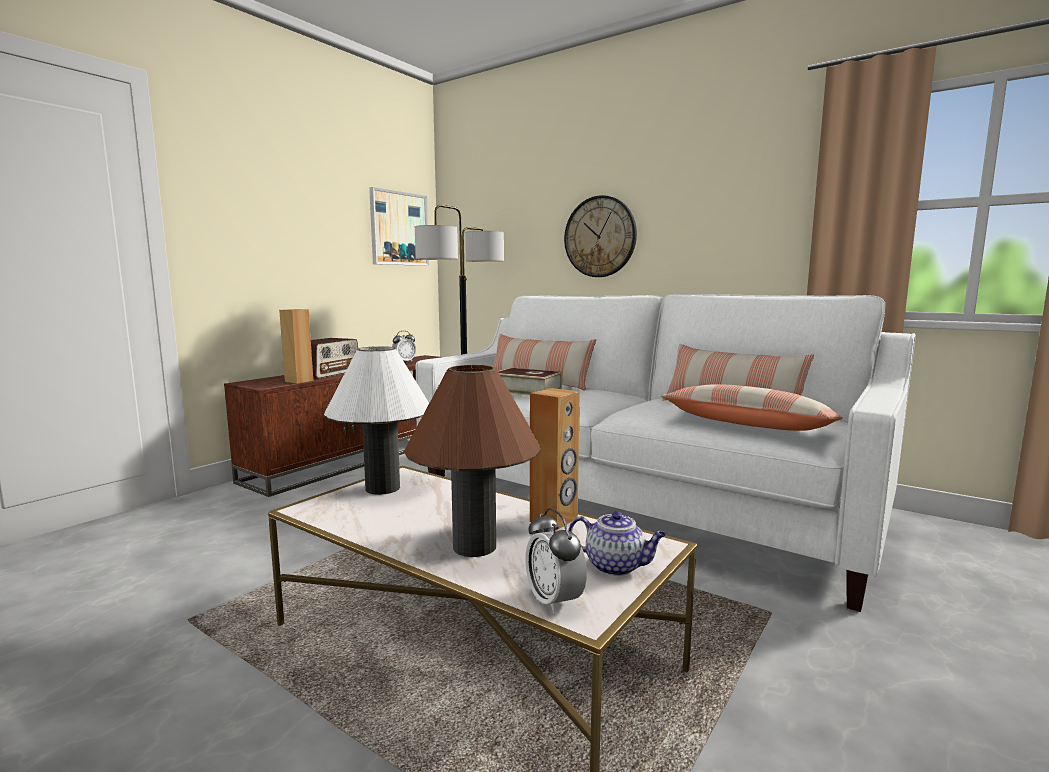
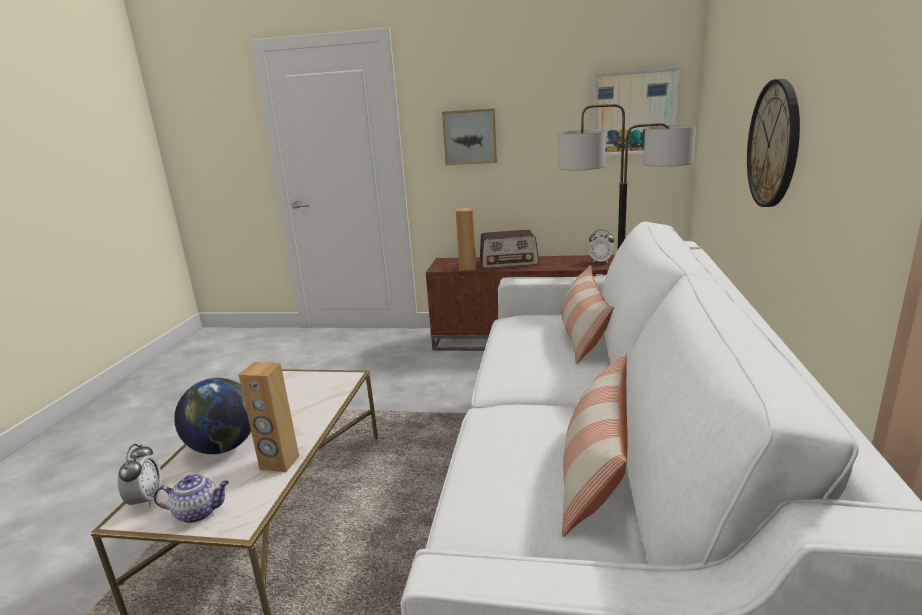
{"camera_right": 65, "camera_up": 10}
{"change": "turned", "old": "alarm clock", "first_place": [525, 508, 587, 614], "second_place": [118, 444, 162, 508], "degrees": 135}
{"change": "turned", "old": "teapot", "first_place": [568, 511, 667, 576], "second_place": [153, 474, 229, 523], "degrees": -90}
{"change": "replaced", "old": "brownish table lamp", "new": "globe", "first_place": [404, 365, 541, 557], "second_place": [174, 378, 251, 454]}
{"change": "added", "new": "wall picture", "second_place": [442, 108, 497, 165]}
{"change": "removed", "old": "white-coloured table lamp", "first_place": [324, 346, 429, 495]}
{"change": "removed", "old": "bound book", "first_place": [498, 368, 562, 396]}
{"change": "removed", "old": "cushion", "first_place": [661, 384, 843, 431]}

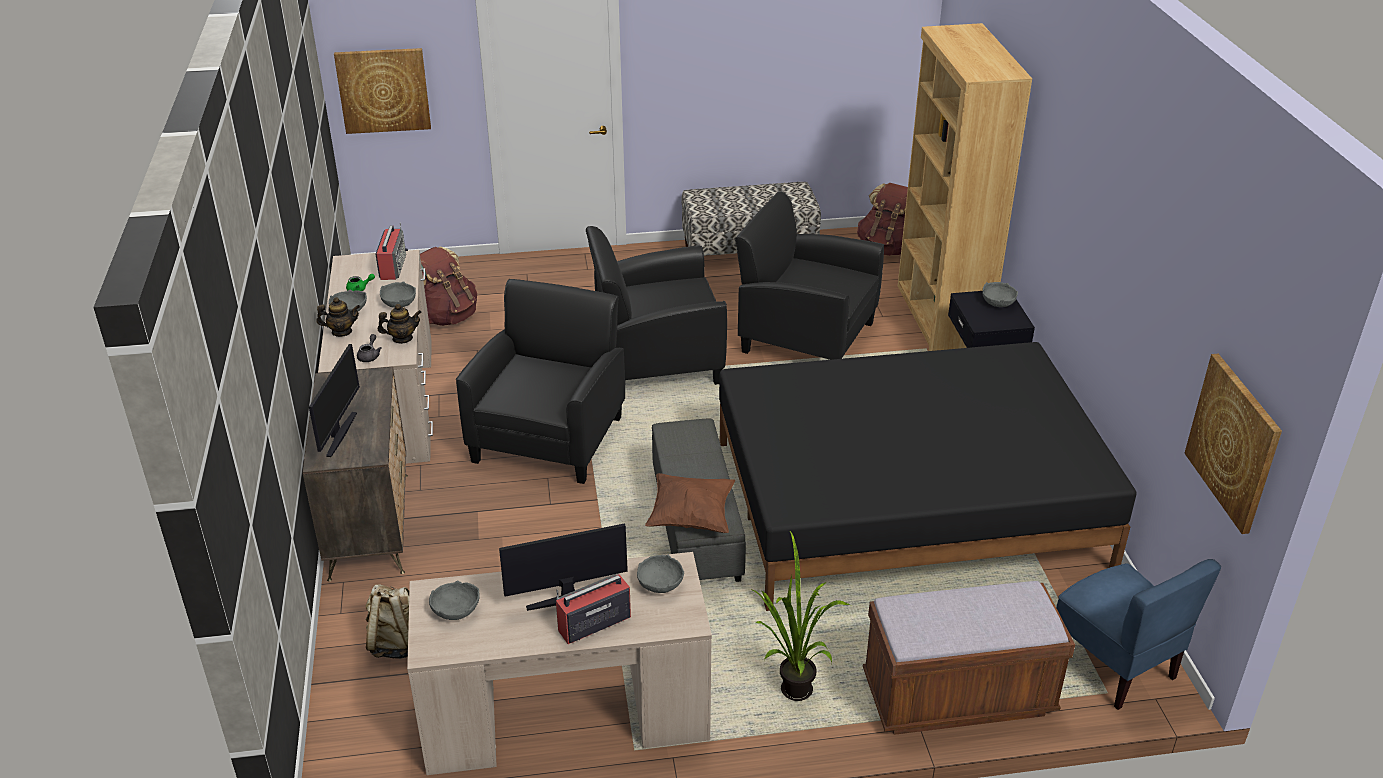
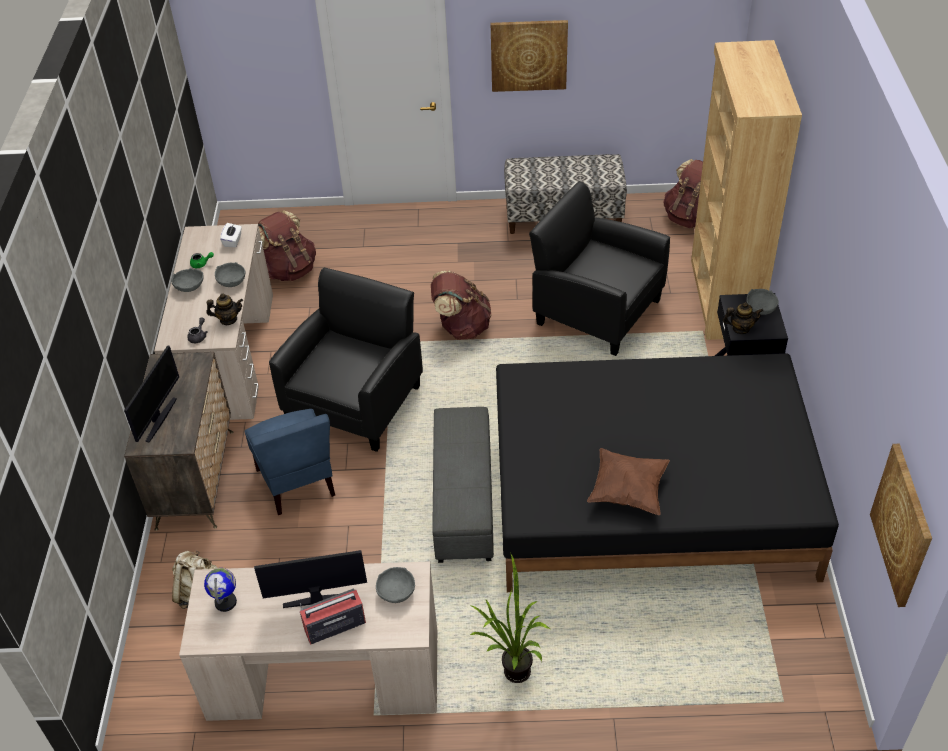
{"camera_right": 10, "camera_up": 10}
{"change": "replaced", "old": "gray bowl", "new": "globe", "first_place": [429, 581, 480, 620], "second_place": [204, 568, 237, 612]}
{"change": "replaced", "old": "radio set", "new": "white-coloured tissue box", "first_place": [375, 223, 408, 280], "second_place": [220, 223, 242, 247]}
{"change": "moved", "old": "blue-coloured upright chair", "first_place": [1056, 559, 1221, 710], "second_place": [244, 409, 335, 515]}
{"change": "replaced", "old": "blackish easy chair", "new": "brownish knapsack", "first_place": [586, 226, 727, 385], "second_place": [431, 271, 491, 340]}
{"change": "moved", "old": "wall picture", "first_place": [334, 48, 431, 134], "second_place": [491, 20, 568, 92]}
{"change": "moved", "old": "brownish cushion", "first_place": [645, 473, 735, 533], "second_place": [587, 448, 670, 515]}
{"change": "moved", "old": "teapot", "first_place": [316, 297, 360, 337], "second_place": [723, 302, 763, 334]}
{"change": "removed", "old": "brownish bench", "first_place": [863, 581, 1075, 735]}

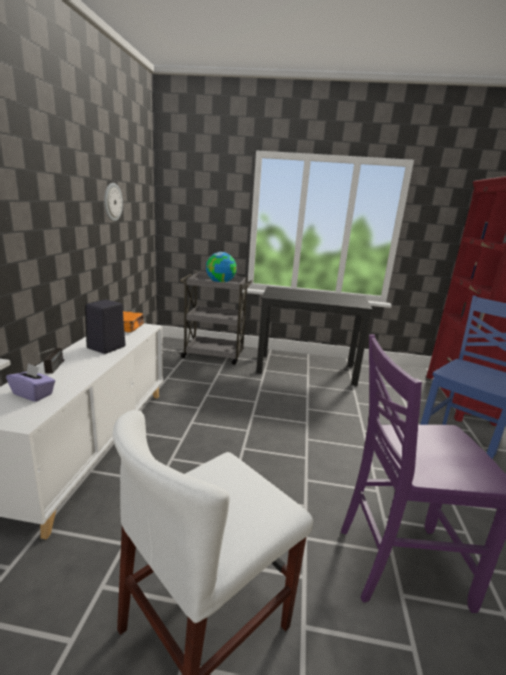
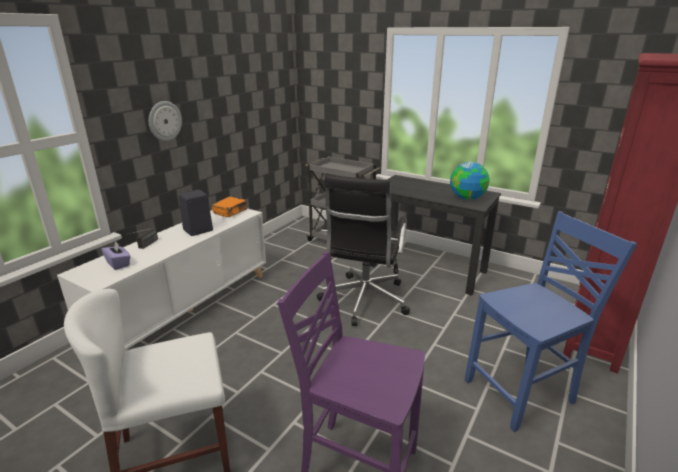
{"camera_right": 25, "camera_up": 5}
{"change": "moved", "old": "wall clock", "first_place": [104, 183, 123, 221], "second_place": [149, 101, 182, 141]}
{"change": "added", "new": "blackish office chair", "second_place": [317, 175, 410, 326]}
{"change": "moved", "old": "globe", "first_place": [206, 252, 237, 282], "second_place": [450, 162, 490, 200]}

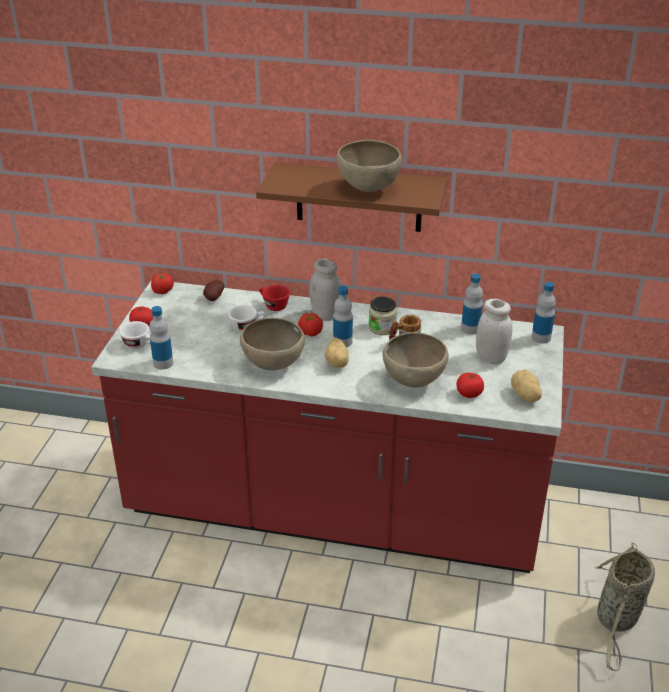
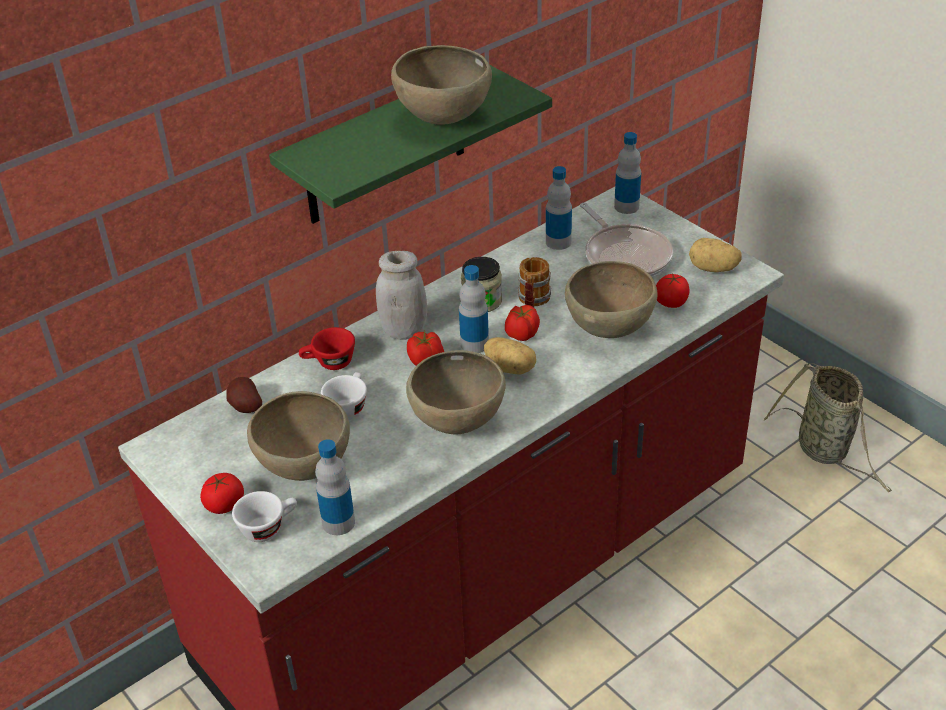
{"camera_right": -50, "camera_up": 5}
{"change": "added", "new": "brownish bowl", "second_place": [247, 391, 350, 481]}
{"change": "recoloured", "old": "brownish shelf", "new": "greenish shelf", "first_place": [256, 162, 447, 232], "second_place": [269, 65, 552, 224]}
{"change": "moved", "old": "fresh tomato", "first_place": [151, 272, 174, 294], "second_place": [505, 305, 540, 341]}
{"change": "replaced", "old": "white-coloured storage jar", "new": "frying pan", "first_place": [476, 299, 513, 364], "second_place": [580, 203, 673, 277]}

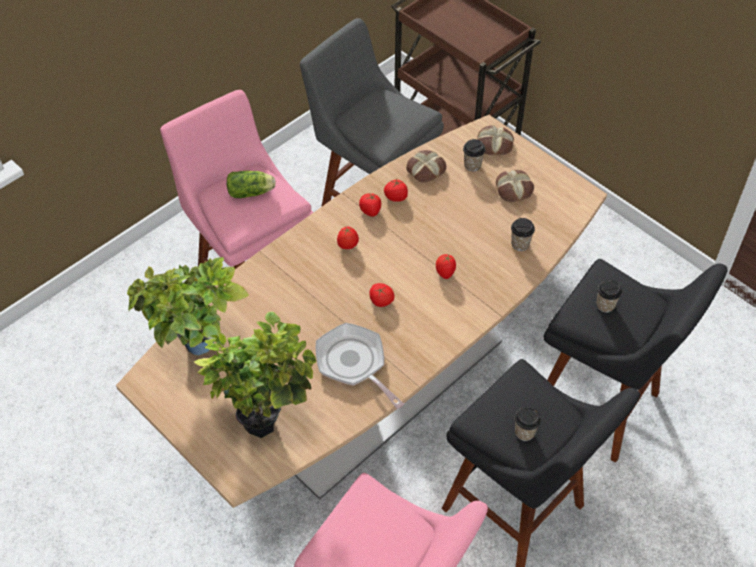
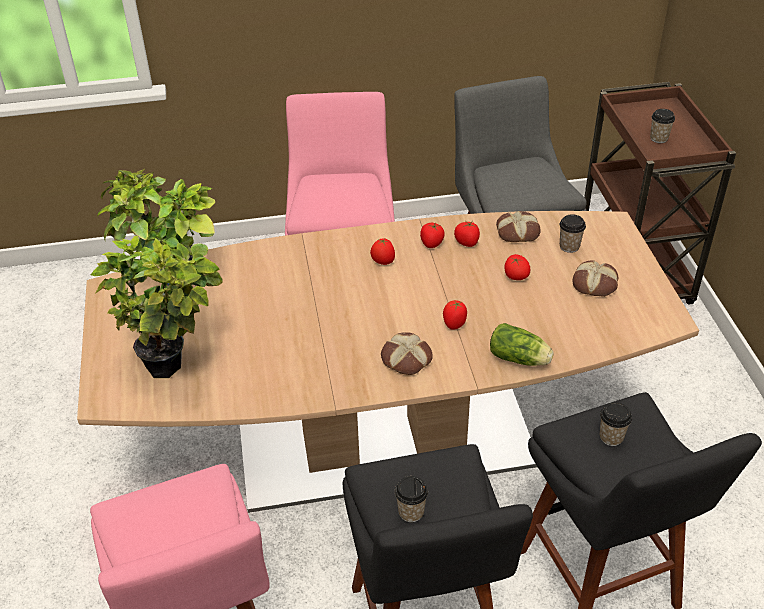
{"camera_right": 35, "camera_up": -10}
{"change": "moved", "old": "bread", "first_place": [478, 125, 514, 155], "second_place": [381, 332, 433, 375]}
{"change": "moved", "old": "head of lettuce", "first_place": [227, 171, 276, 198], "second_place": [490, 323, 554, 366]}
{"change": "moved", "old": "fresh tomato", "first_place": [369, 283, 395, 307], "second_place": [504, 254, 530, 280]}
{"change": "moved", "old": "small cup", "first_place": [511, 218, 535, 251], "second_place": [650, 109, 675, 143]}
{"change": "removed", "old": "frying pan", "first_place": [316, 323, 404, 409]}

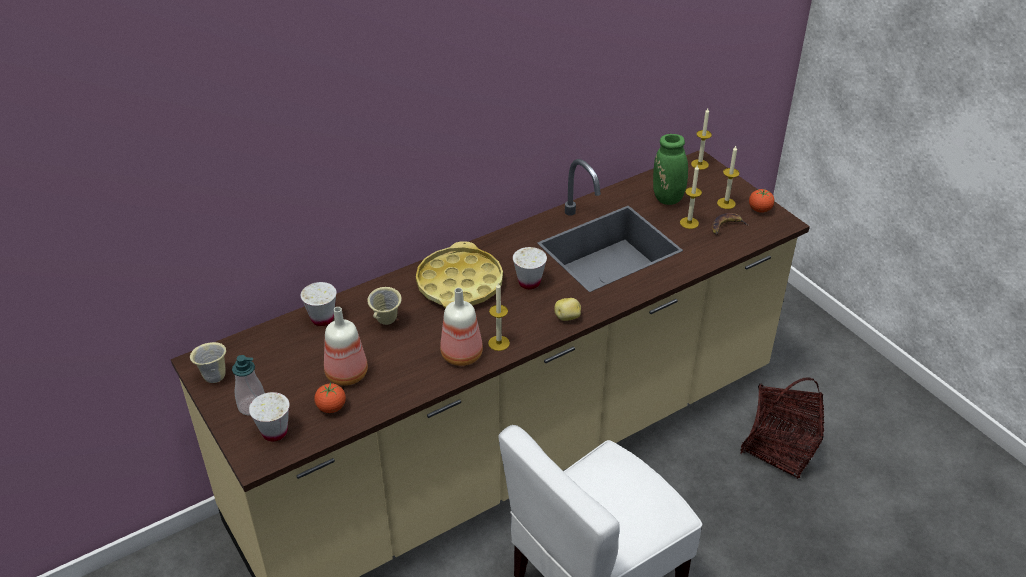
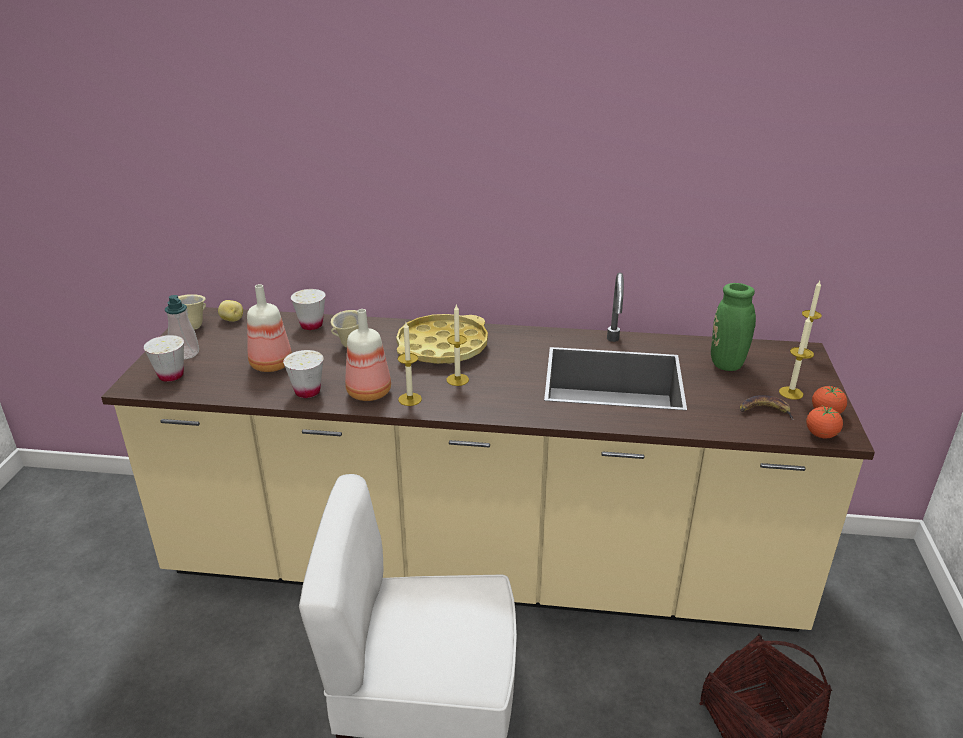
{"camera_right": 40, "camera_up": -10}
{"change": "moved", "old": "spud", "first_place": [554, 298, 581, 321], "second_place": [218, 300, 243, 322]}
{"change": "moved", "old": "white-coloured small cup", "first_place": [513, 247, 547, 289], "second_place": [283, 350, 324, 398]}
{"change": "moved", "old": "wax candle", "first_place": [680, 164, 702, 229], "second_place": [446, 304, 469, 386]}
{"change": "moved", "old": "fresh tomato", "first_place": [314, 383, 346, 413], "second_place": [806, 406, 843, 438]}

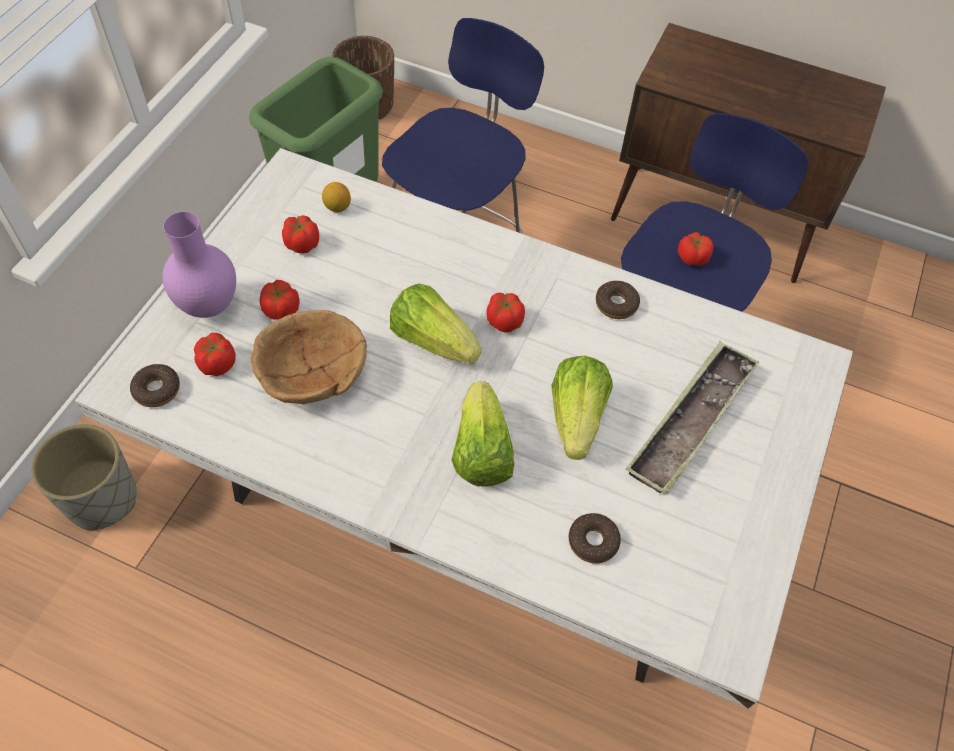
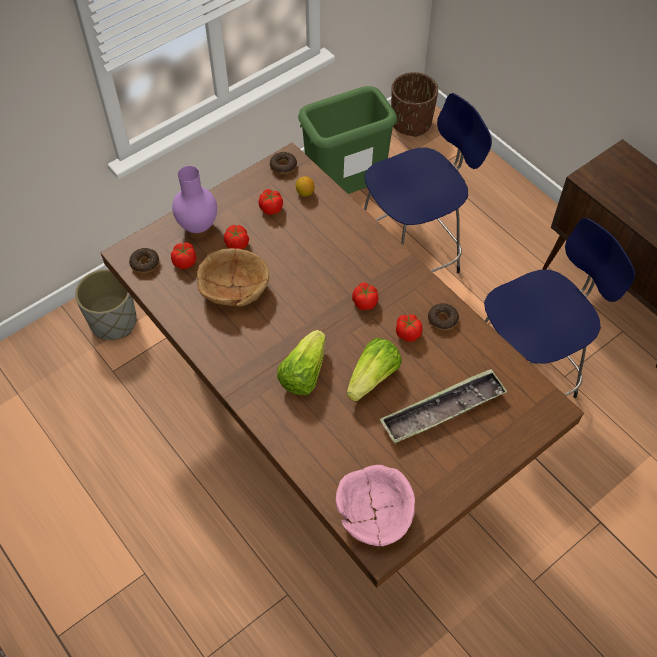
{"camera_right": 30, "camera_up": 0}
{"change": "recoloured", "old": "white-coloured dinner table", "new": "brownish dinner table", "first_place": [75, 148, 853, 709], "second_place": [100, 142, 584, 588]}
{"change": "moved", "old": "donut", "first_place": [569, 513, 621, 563], "second_place": [270, 152, 297, 175]}
{"change": "added", "new": "pink-coloured bowl", "second_place": [336, 465, 415, 546]}
{"change": "moved", "old": "fresh tomato", "first_place": [678, 232, 714, 266], "second_place": [396, 314, 422, 342]}
{"change": "removed", "old": "head of lettuce", "first_place": [390, 284, 482, 364]}

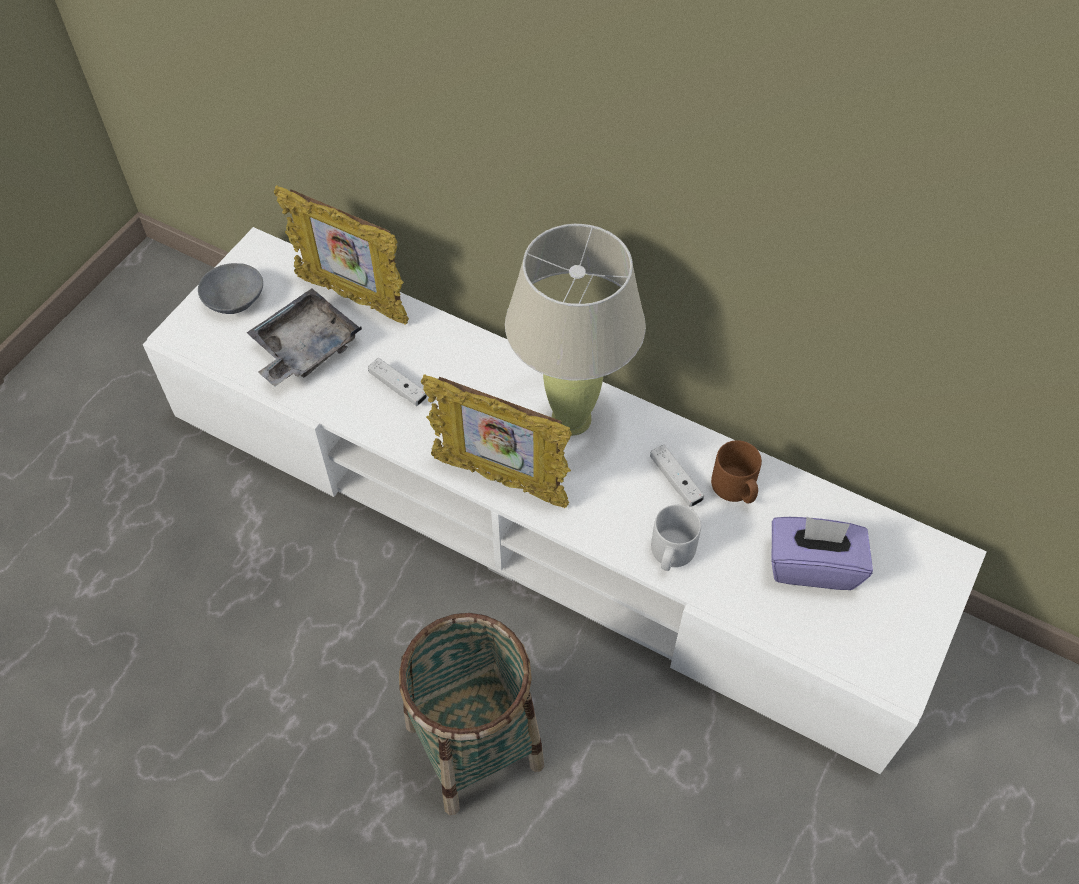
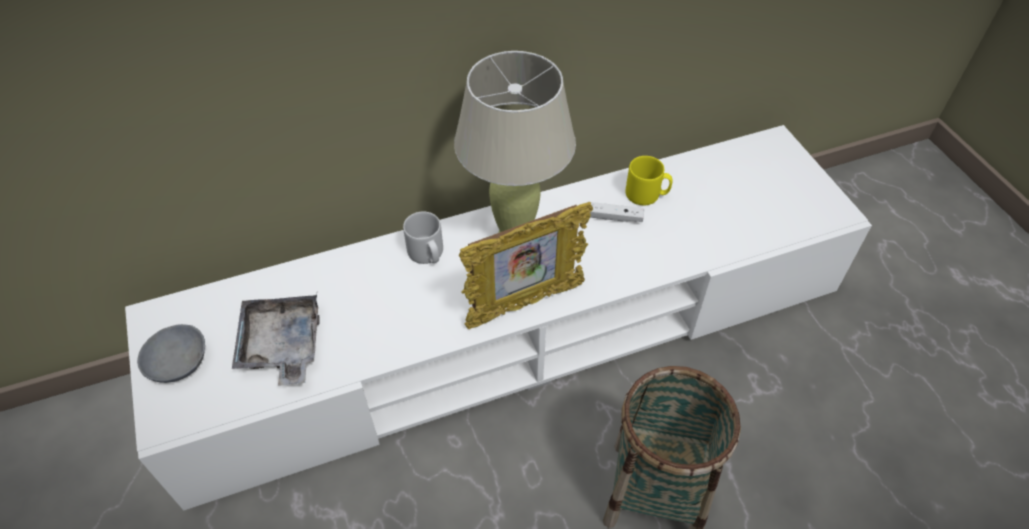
{"camera_right": -50, "camera_up": -5}
{"change": "moved", "old": "gray mug", "first_place": [651, 505, 701, 571], "second_place": [403, 212, 443, 264]}
{"change": "recoloured", "old": "brownish mug", "new": "yellow-coloured mug", "first_place": [711, 440, 762, 503], "second_place": [626, 156, 672, 205]}
{"change": "removed", "old": "standing frame", "first_place": [274, 185, 409, 324]}
{"change": "removed", "old": "white-coloured joypad", "first_place": [368, 358, 427, 406]}
{"change": "removed", "old": "purple tissue box", "first_place": [772, 517, 873, 590]}

